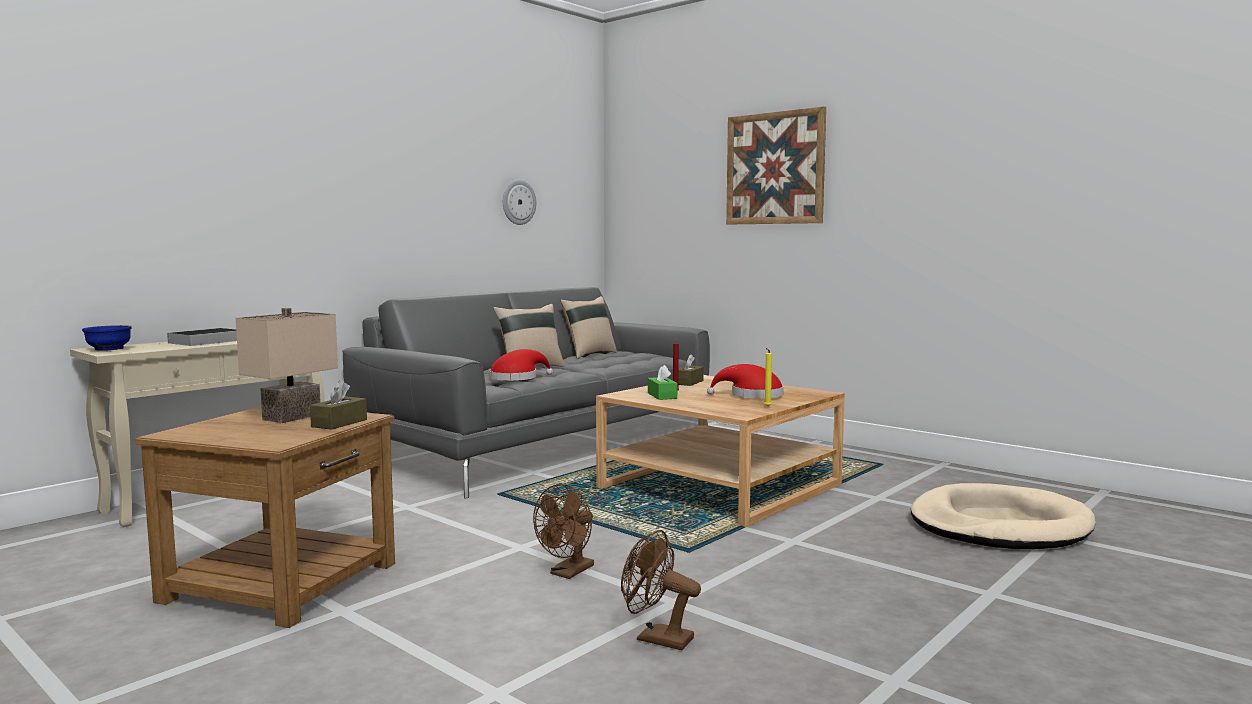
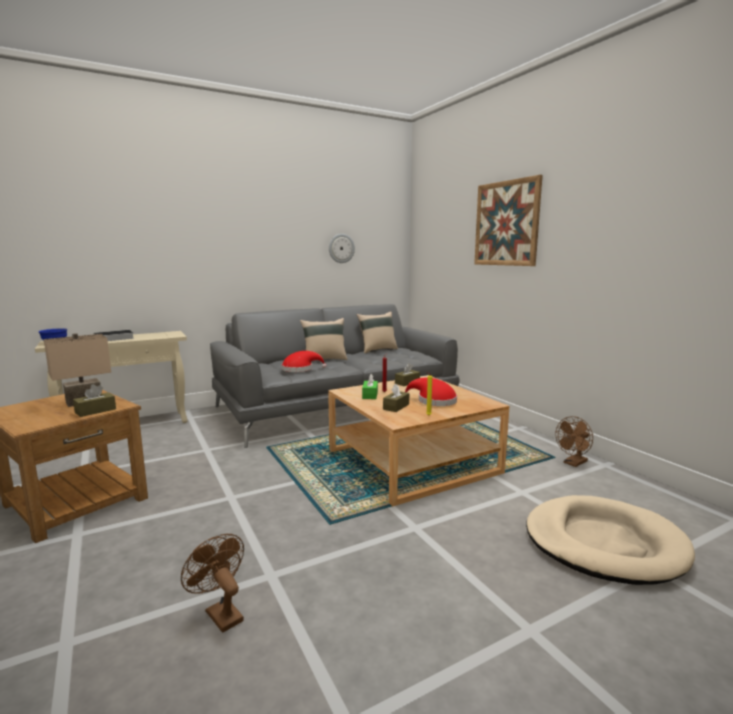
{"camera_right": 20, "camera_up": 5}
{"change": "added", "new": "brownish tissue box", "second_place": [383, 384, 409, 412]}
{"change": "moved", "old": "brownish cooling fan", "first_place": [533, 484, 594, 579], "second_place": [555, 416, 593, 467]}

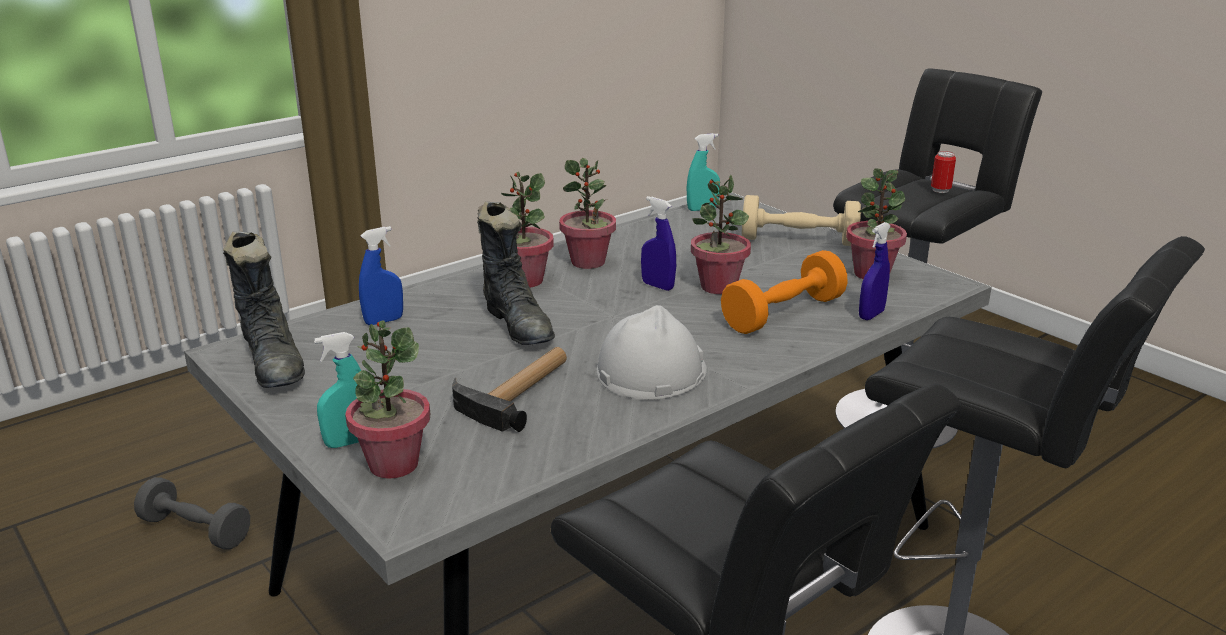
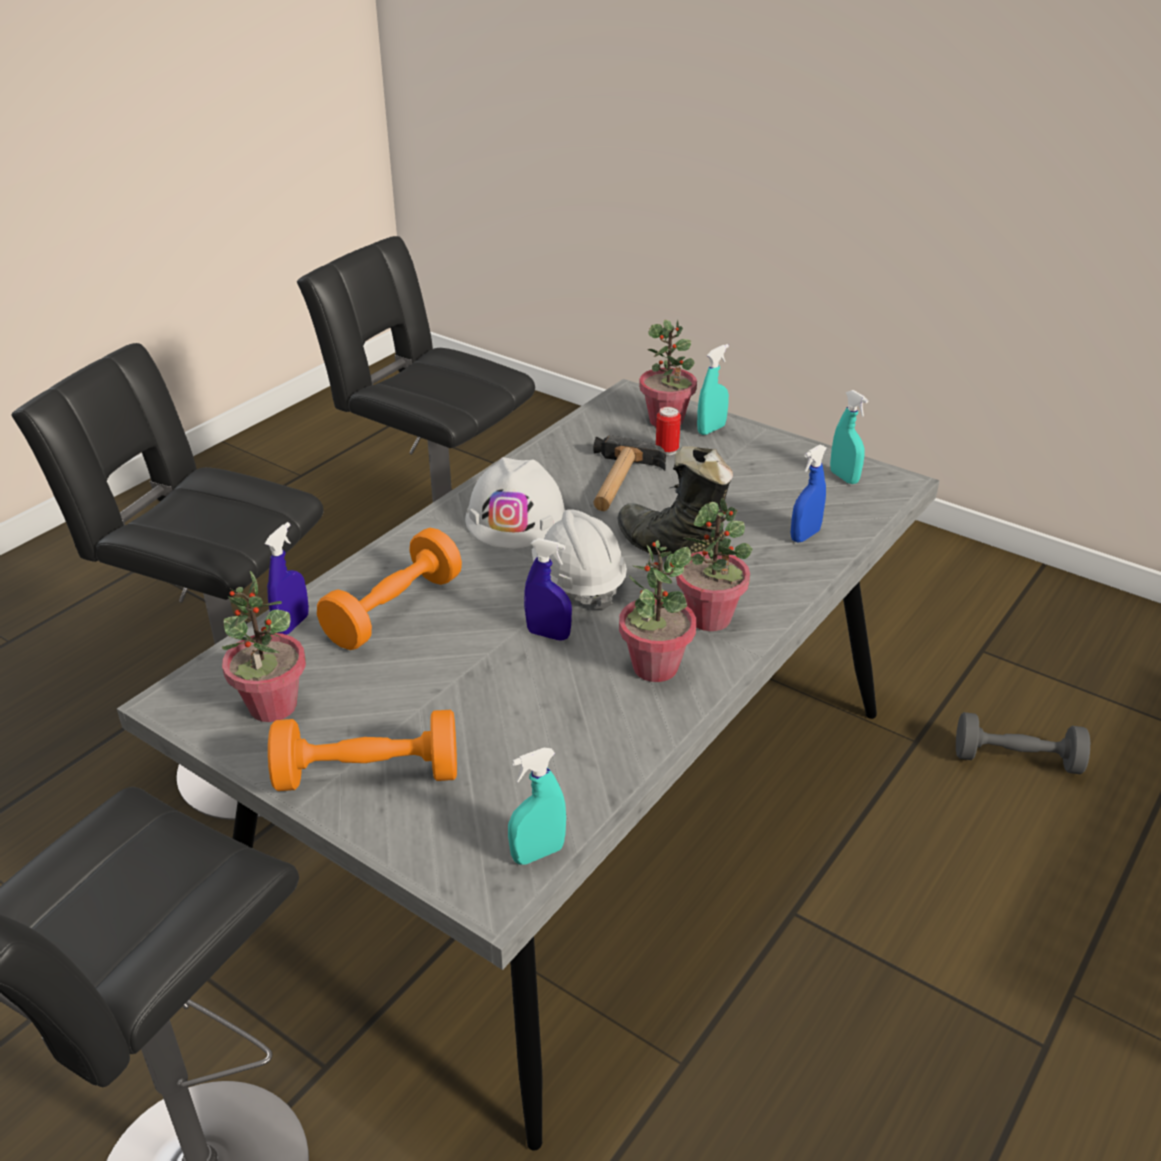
{"camera_right": 165, "camera_up": 10}
{"change": "recoloured", "old": "beige-coloured hand weight", "new": "orange-coloured hand weight", "first_place": [742, 195, 861, 246], "second_place": [268, 710, 457, 791]}
{"change": "added", "new": "white-coloured safety helmet", "second_place": [532, 509, 627, 610]}
{"change": "moved", "old": "metal can", "first_place": [931, 151, 956, 193], "second_place": [656, 407, 681, 455]}
{"change": "replaced", "old": "blackish high-top boot", "new": "turquoise-coloured spray bottle", "first_place": [223, 231, 305, 388], "second_place": [830, 390, 869, 484]}
{"change": "removed", "old": "plant in a pot", "first_place": [691, 175, 751, 294]}

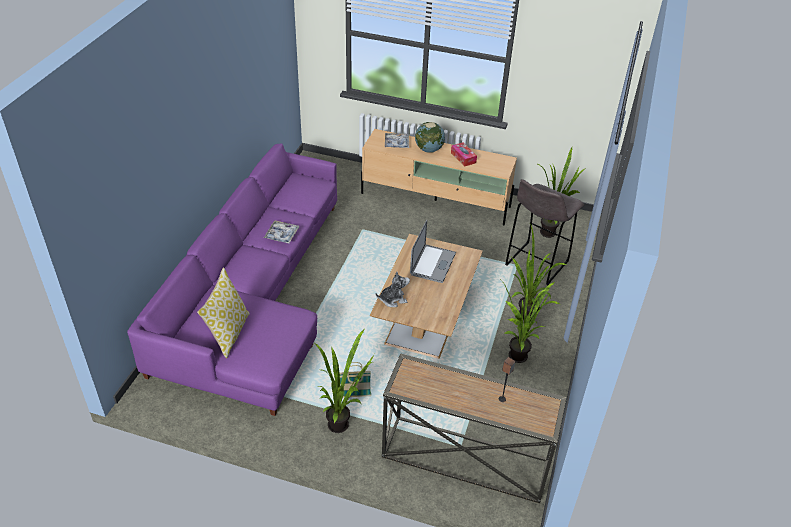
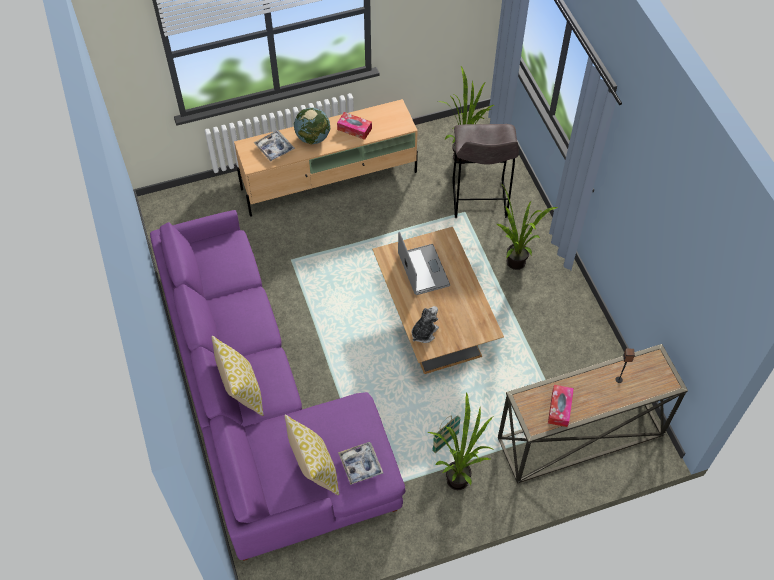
{"camera_right": -35, "camera_up": 15}
{"change": "added", "new": "cushion", "second_place": [212, 336, 263, 416]}
{"change": "moved", "old": "carrying tray", "first_place": [264, 220, 299, 243], "second_place": [338, 442, 383, 485]}
{"change": "added", "new": "tissue box", "second_place": [548, 385, 574, 427]}
{"change": "removed", "old": "plant in a pot", "first_place": [501, 280, 560, 363]}

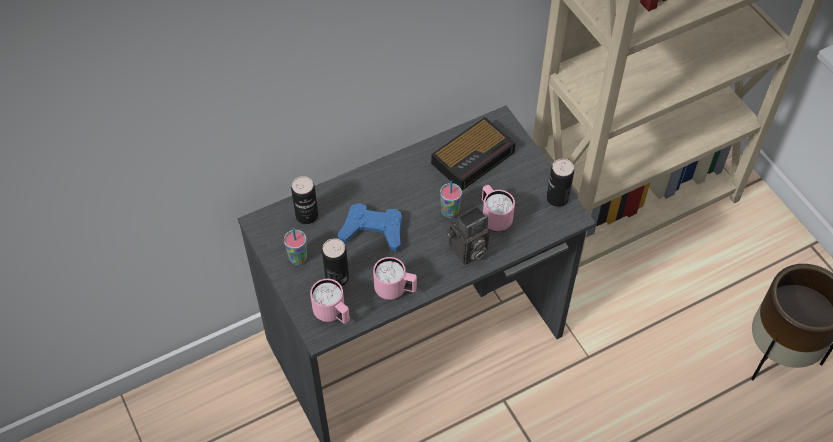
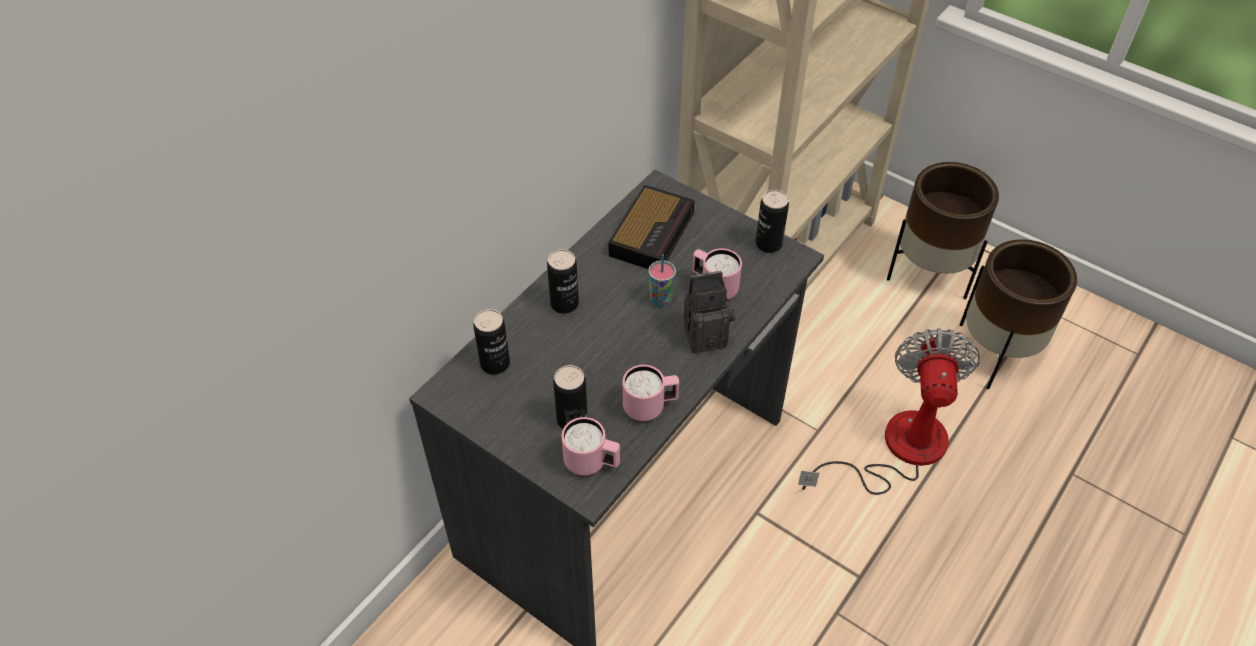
{"camera_right": -25, "camera_up": -5}
{"change": "added", "new": "metal can", "second_place": [547, 249, 579, 314]}
{"change": "turned", "old": "photo camera", "first_place": [447, 206, 490, 265], "second_place": [684, 271, 736, 353], "degrees": -135}
{"change": "added", "new": "cooling fan", "second_place": [798, 328, 980, 495]}
{"change": "added", "new": "brownish flower pot", "second_place": [887, 162, 999, 299]}
{"change": "removed", "old": "small cup", "first_place": [284, 228, 307, 265]}
{"change": "removed", "old": "blue-coloured joypad", "first_place": [337, 203, 402, 251]}

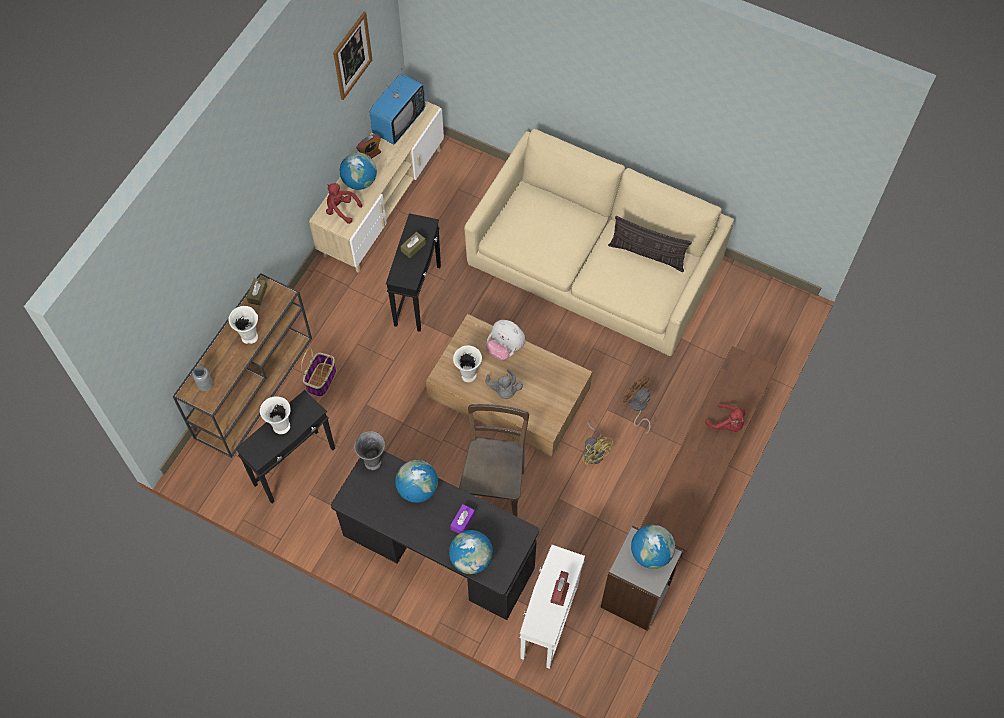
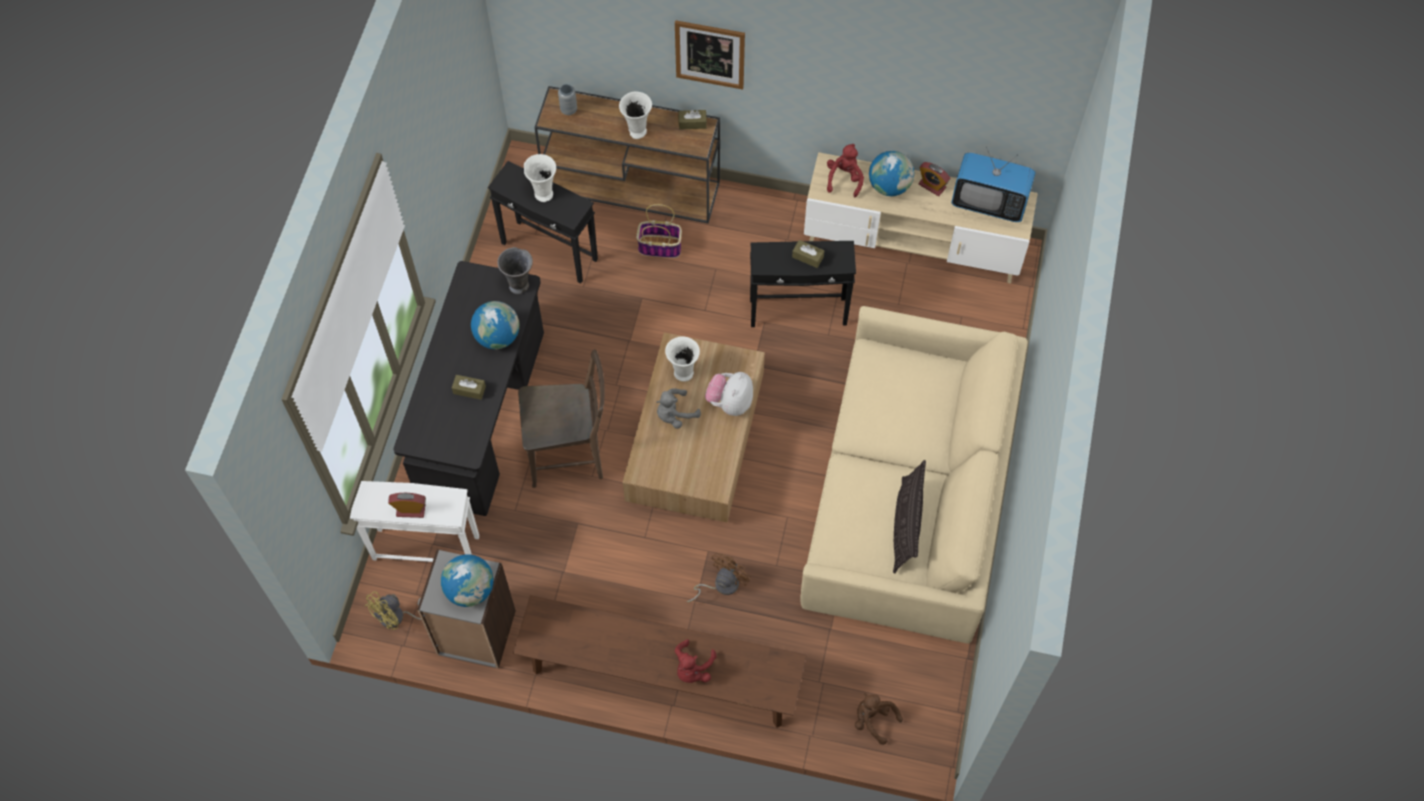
{"camera_right": 75, "camera_up": 0}
{"change": "moved", "old": "yellow-coloured cooling fan", "first_place": [582, 421, 613, 466], "second_place": [364, 591, 421, 630]}
{"change": "recoloured", "old": "purple tissue box", "new": "brownish tissue box", "first_place": [450, 504, 475, 533], "second_place": [452, 375, 486, 400]}
{"change": "moved", "old": "wall picture", "first_place": [333, 12, 372, 100], "second_place": [675, 20, 745, 89]}
{"change": "added", "new": "brownish cuddly toy", "second_place": [855, 693, 903, 745]}
{"change": "removed", "old": "globe", "first_place": [449, 530, 493, 574]}

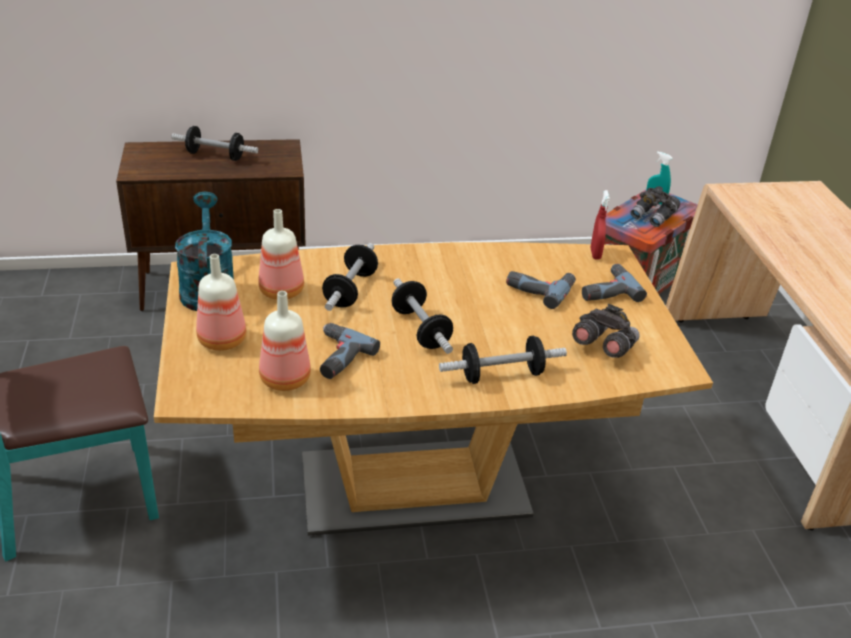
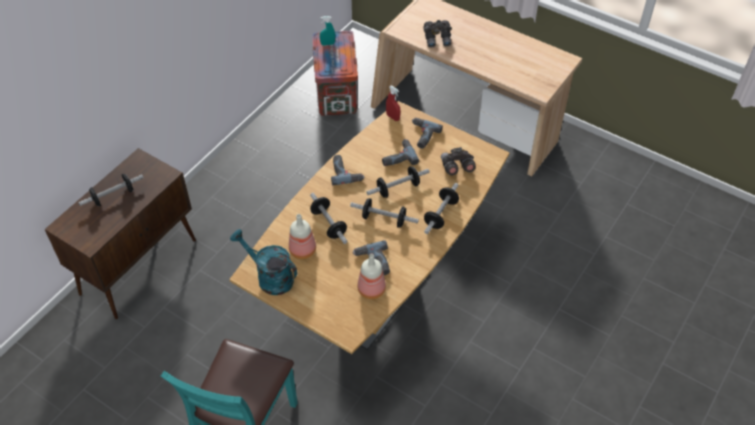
{"camera_right": -45, "camera_up": 15}
{"change": "added", "new": "power drill", "second_place": [331, 155, 365, 185]}
{"change": "added", "new": "hand weight", "second_place": [366, 166, 429, 198]}
{"change": "moved", "old": "gray pair of binoculars", "first_place": [631, 186, 680, 227], "second_place": [424, 20, 452, 48]}
{"change": "removed", "old": "beverage bottle", "first_place": [196, 254, 246, 351]}

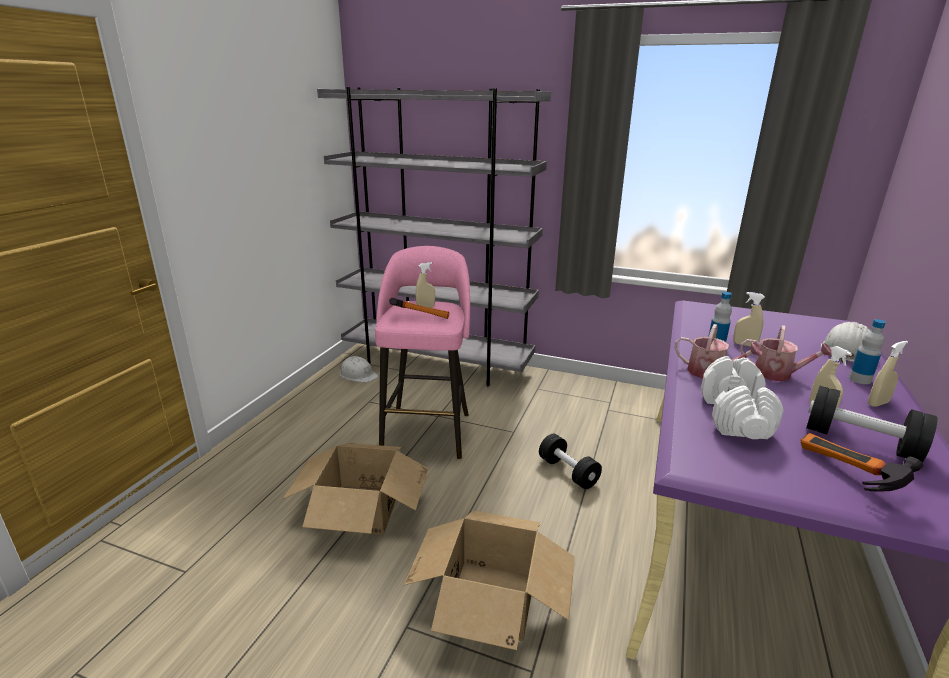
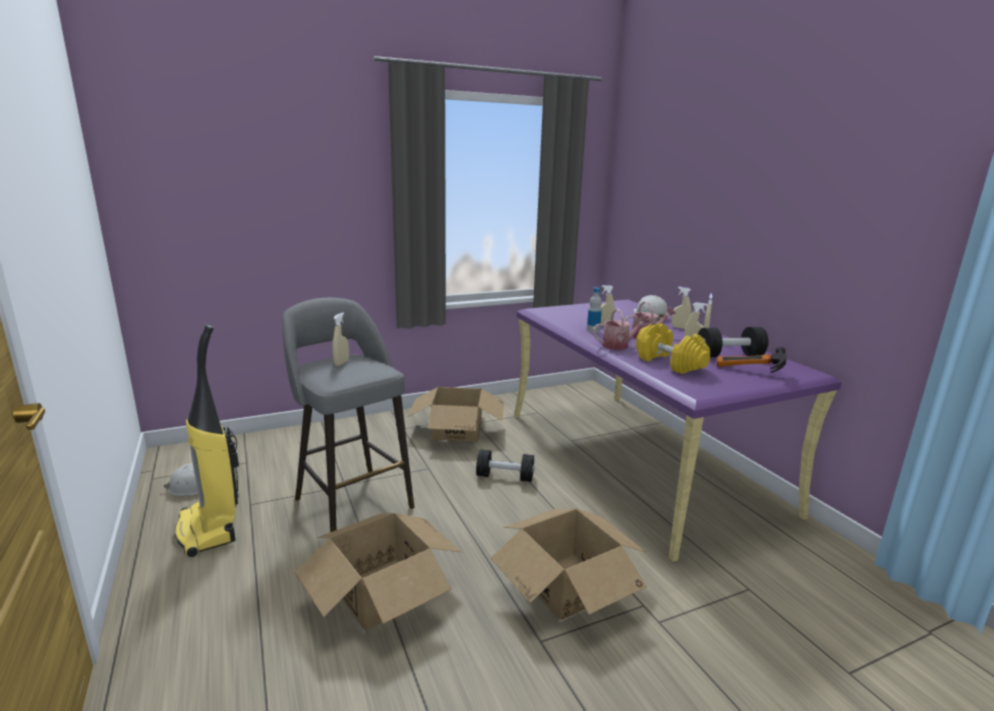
{"camera_right": -45, "camera_up": -5}
{"change": "added", "new": "vacuum cleaner", "second_place": [175, 325, 239, 557]}
{"change": "recoloured", "old": "pink-coloured stool", "new": "gray stool", "first_place": [375, 246, 471, 459], "second_place": [282, 298, 414, 532]}
{"change": "added", "new": "cardboard box", "second_place": [408, 387, 504, 442]}
{"change": "recoloured", "old": "white-coloured hand weight", "new": "yellow-coloured hand weight", "first_place": [701, 356, 784, 439], "second_place": [636, 323, 710, 374]}
{"change": "replaced", "old": "beverage bottle", "new": "beige-coloured spray bottle", "first_place": [849, 319, 886, 384], "second_place": [672, 287, 691, 329]}
{"change": "removed", "old": "gray bookcase", "first_place": [317, 87, 551, 386]}
{"change": "removed", "old": "hand hammer", "first_place": [389, 298, 449, 319]}

